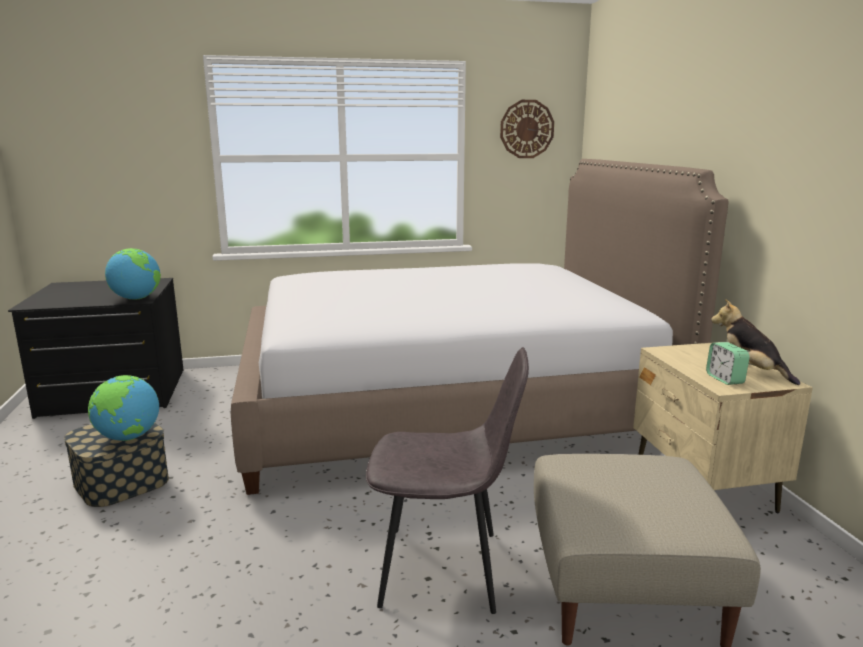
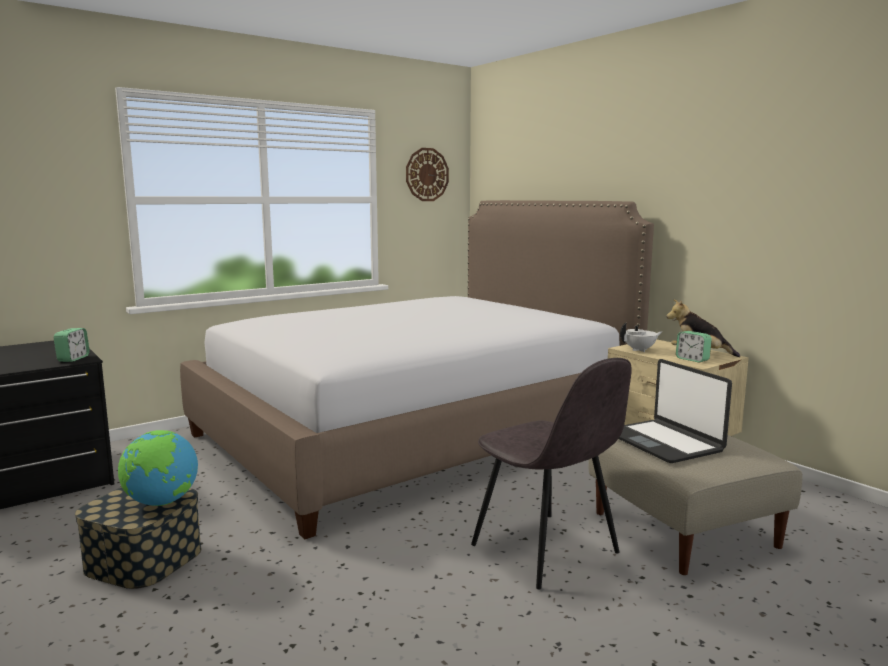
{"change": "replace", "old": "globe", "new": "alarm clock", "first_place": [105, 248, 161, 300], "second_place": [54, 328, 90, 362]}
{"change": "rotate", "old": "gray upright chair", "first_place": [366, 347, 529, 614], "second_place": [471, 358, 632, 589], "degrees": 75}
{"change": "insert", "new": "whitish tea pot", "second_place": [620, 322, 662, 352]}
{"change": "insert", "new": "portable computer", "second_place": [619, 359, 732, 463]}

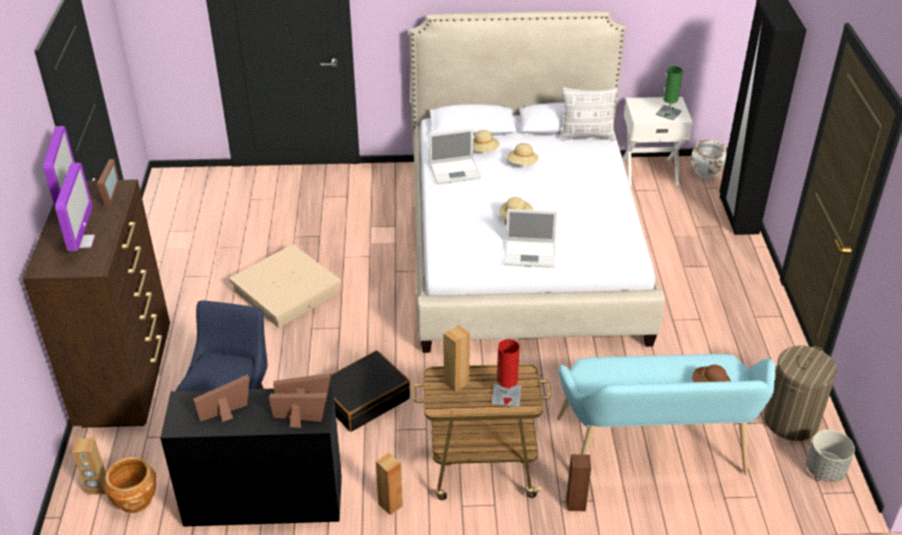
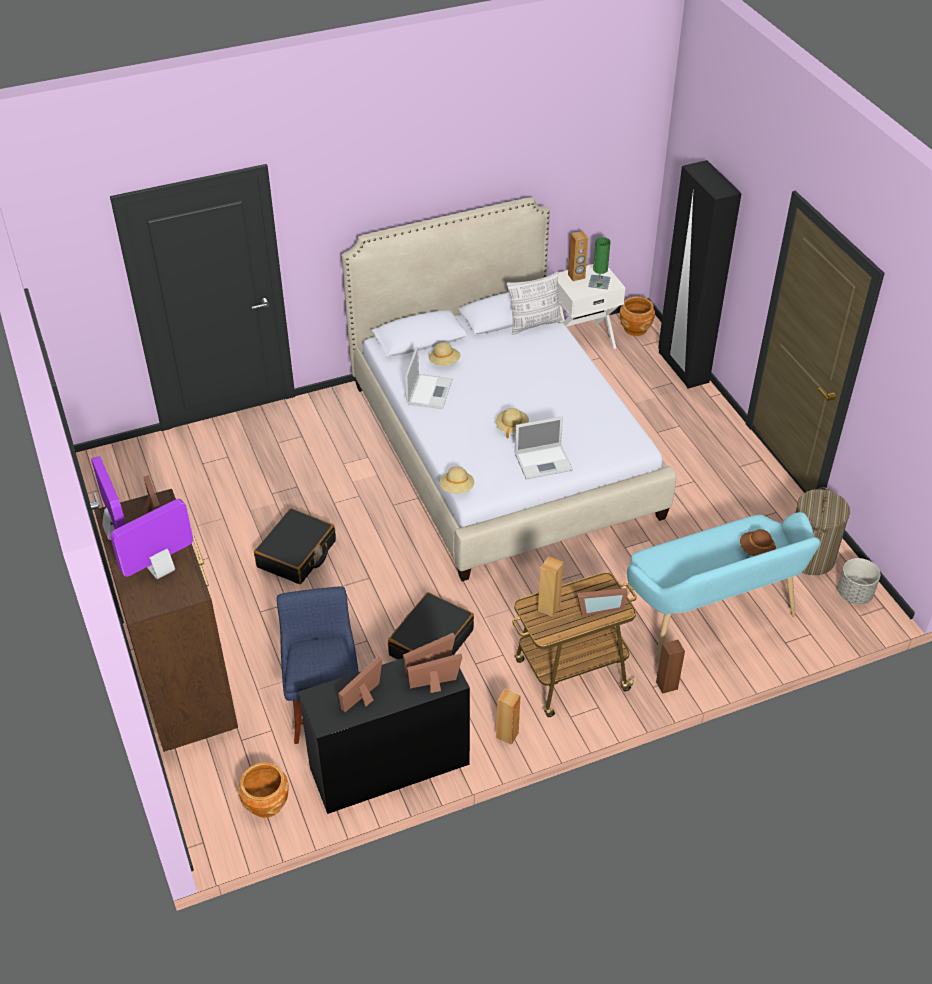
{"change": "rotate", "old": "portable computer", "first_place": [429, 129, 481, 184], "second_place": [405, 347, 453, 409], "degrees": -45}
{"change": "recolor", "old": "whitish plant pot", "new": "brownish plant pot", "first_place": [692, 140, 727, 179], "second_place": [620, 297, 655, 336]}
{"change": "move", "old": "beige wearable hat", "first_place": [507, 143, 538, 165], "second_place": [440, 466, 474, 493]}
{"change": "rotate", "old": "computer screen", "first_place": [55, 163, 95, 251], "second_place": [110, 499, 193, 579], "degrees": -105}
{"change": "replace", "old": "beige storage box", "new": "black piece of luggage", "first_place": [229, 244, 341, 328], "second_place": [254, 508, 336, 584]}
{"change": "replace", "old": "reddish tabletop lamp", "new": "picture frame", "first_place": [492, 339, 521, 407], "second_place": [577, 588, 628, 617]}
{"change": "move", "old": "brownish audio speaker", "first_place": [72, 438, 106, 495], "second_place": [568, 231, 589, 281]}

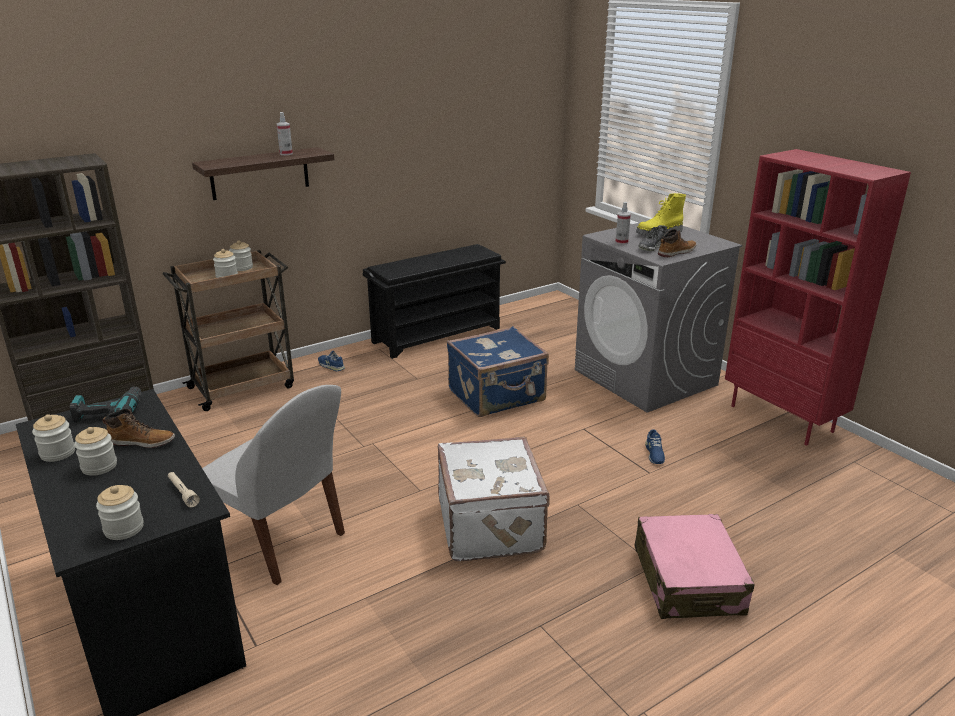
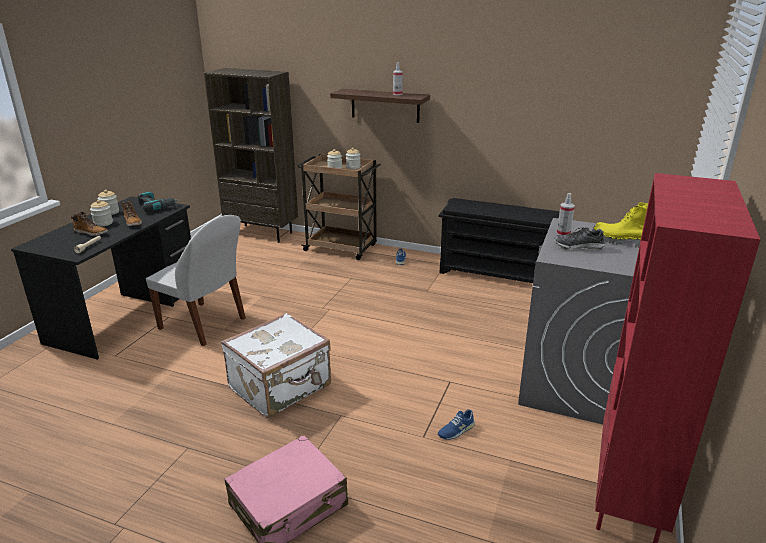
{"change": "move", "old": "high-top boot", "first_place": [658, 229, 696, 257], "second_place": [71, 212, 108, 236]}
{"change": "delete", "old": "blue piece of luggage", "first_place": [447, 326, 549, 417]}
{"change": "rotate", "old": "whitish upright chair", "first_place": [202, 385, 345, 585], "second_place": [146, 215, 246, 346], "degrees": -60}
{"change": "delete", "old": "jar", "first_place": [96, 485, 144, 540]}

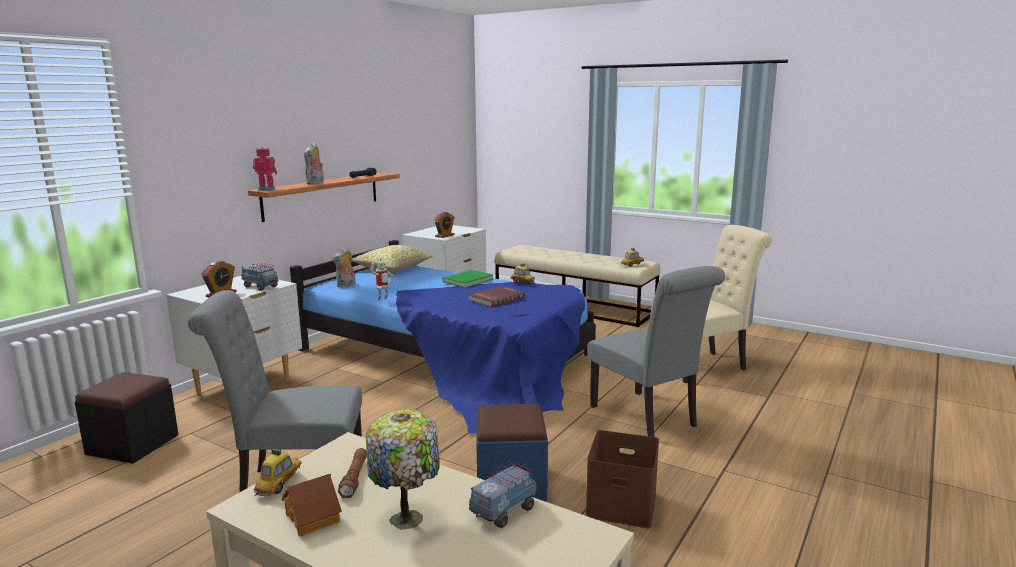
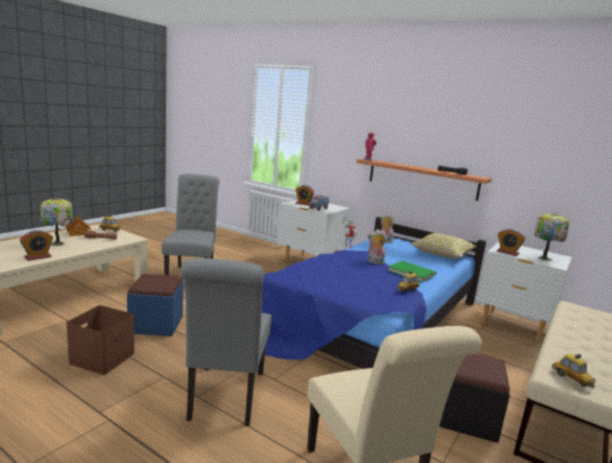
{"change": "move", "old": "cuddly toy", "first_place": [304, 143, 324, 184], "second_place": [367, 229, 387, 264]}
{"change": "rotate", "old": "gray upright chair", "first_place": [587, 266, 725, 437], "second_place": [180, 258, 271, 426], "degrees": -60}
{"change": "delete", "old": "reddish book", "first_place": [468, 286, 525, 307]}
{"change": "move", "old": "black pouffe", "first_place": [75, 372, 178, 464], "second_place": [439, 354, 510, 443]}
{"change": "replace", "old": "toy truck", "new": "alarm clock", "first_place": [469, 461, 538, 528], "second_place": [20, 230, 53, 261]}
{"change": "insert", "new": "tabletop lamp", "second_place": [535, 213, 569, 261]}

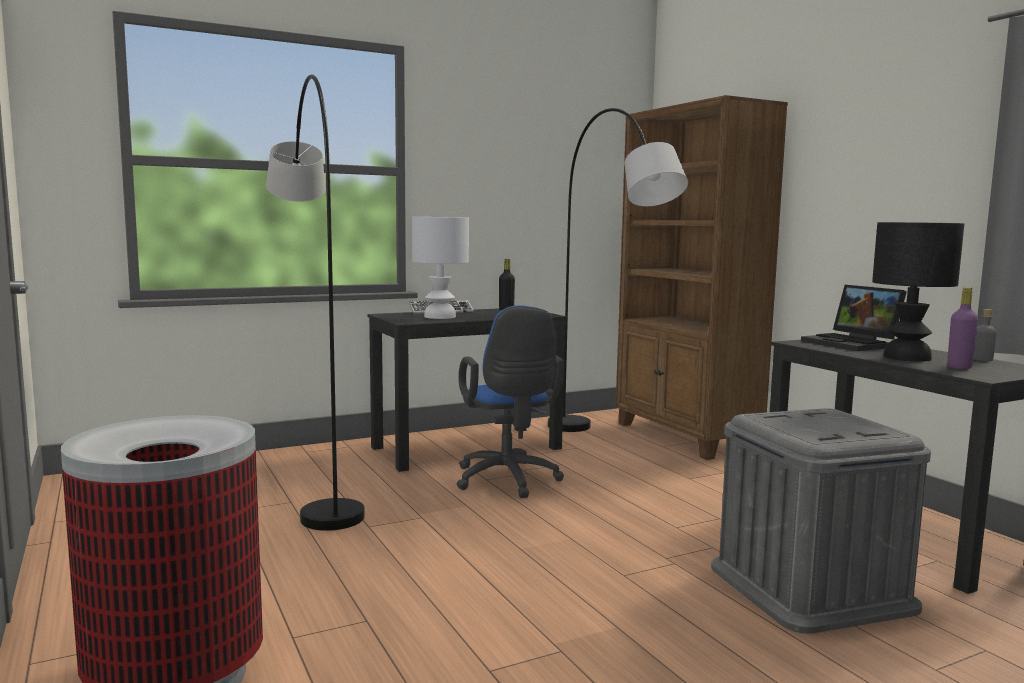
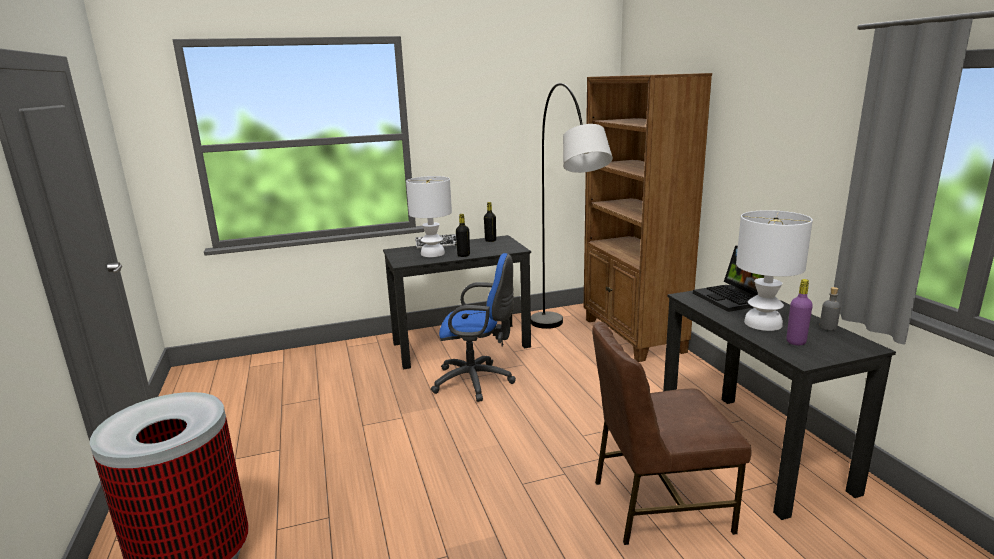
{"change": "delete", "old": "gray floor lamp", "first_place": [266, 74, 365, 531]}
{"change": "recolor", "old": "black tabletop lamp", "new": "whitish tabletop lamp", "first_place": [872, 222, 964, 361], "second_place": [736, 210, 813, 331]}
{"change": "rotate", "old": "blue desk chair", "first_place": [457, 305, 564, 498], "second_place": [431, 253, 516, 402], "degrees": -75}
{"change": "replace", "old": "gray storage box", "new": "brownish upright chair", "first_place": [711, 408, 931, 634], "second_place": [592, 321, 751, 545]}
{"change": "insert", "new": "black drink bottle", "second_place": [456, 214, 470, 257]}

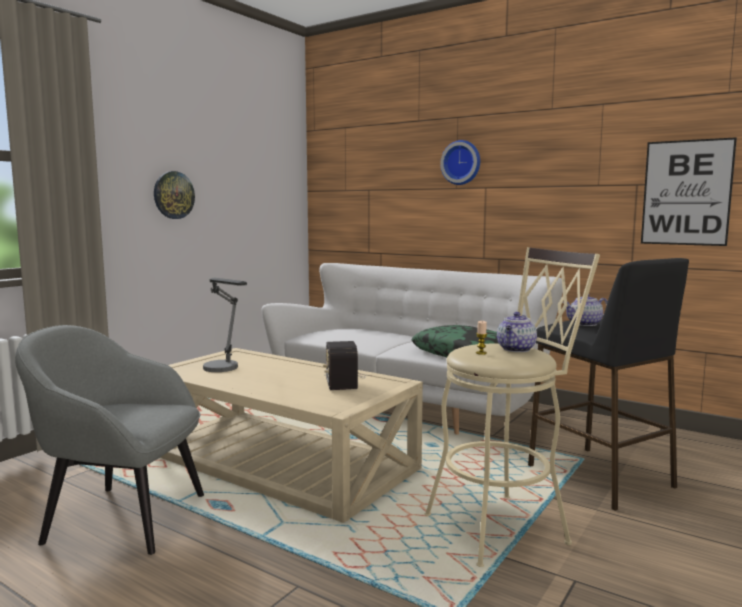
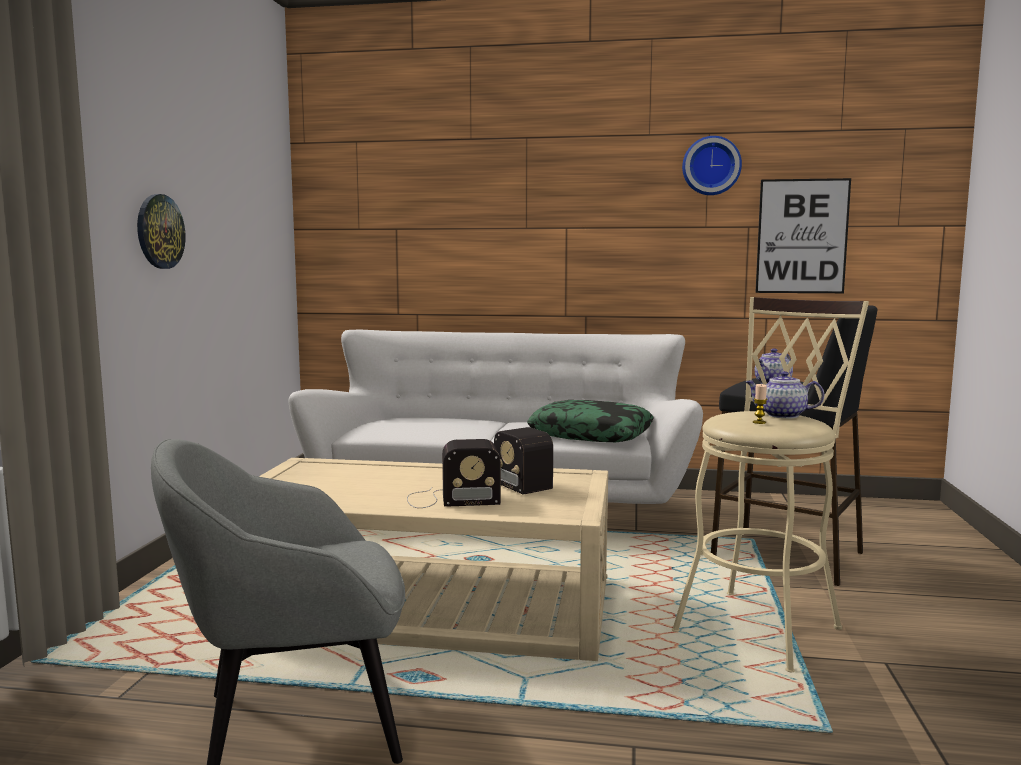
{"change": "move", "old": "clock on the wall", "first_place": [440, 140, 480, 185], "second_place": [682, 136, 742, 195]}
{"change": "delete", "old": "tabletop lamp", "first_place": [203, 278, 247, 372]}
{"change": "rotate", "old": "tea pot", "first_place": [497, 312, 537, 352], "second_place": [746, 371, 824, 418], "degrees": 105}
{"change": "insert", "new": "radio", "second_place": [407, 439, 501, 508]}

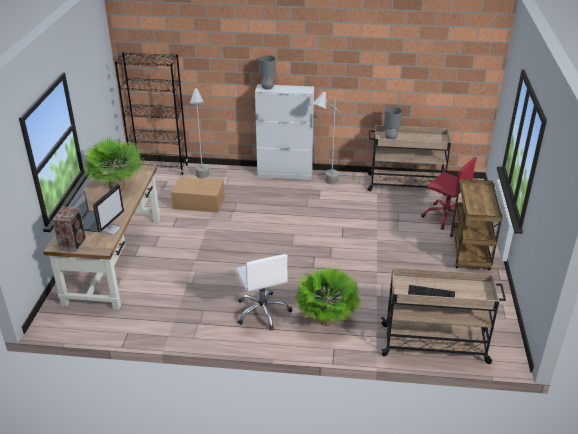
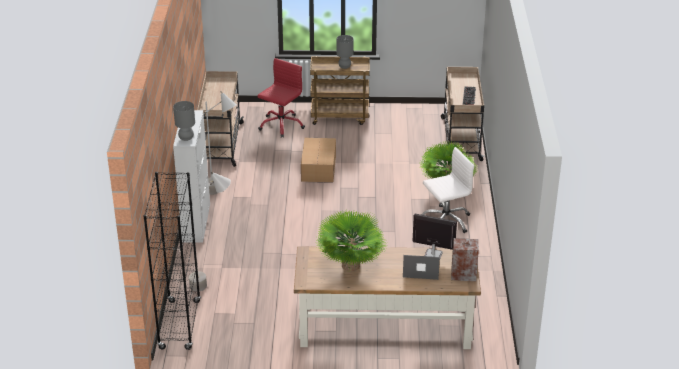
{"change": "move", "old": "gray tabletop lamp", "first_place": [384, 107, 402, 139], "second_place": [336, 35, 354, 69]}
{"change": "move", "old": "carton", "first_place": [171, 177, 225, 213], "second_place": [301, 138, 336, 183]}

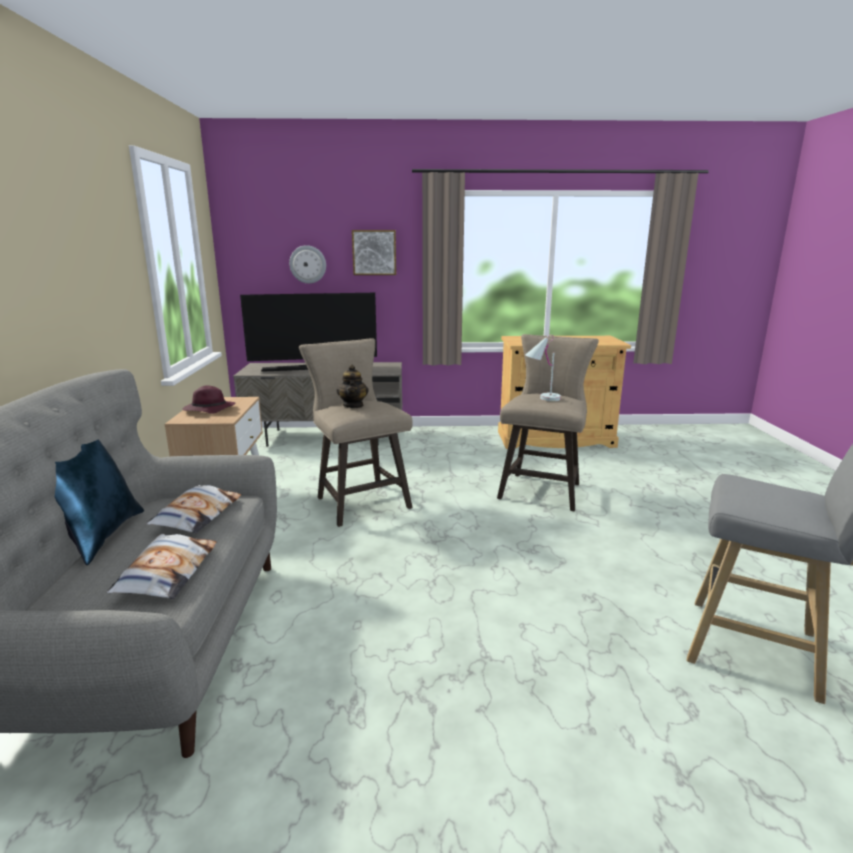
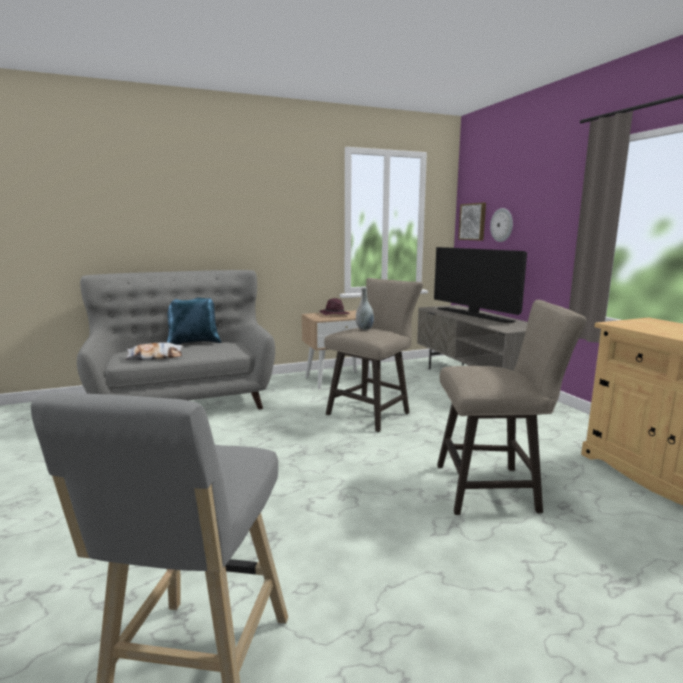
{"change": "move", "old": "picture", "first_place": [352, 230, 396, 275], "second_place": [458, 203, 486, 240]}
{"change": "delete", "old": "whitish tabletop lamp", "first_place": [525, 335, 561, 401]}
{"change": "replace", "old": "tea pot", "new": "gray vase", "first_place": [337, 364, 369, 408], "second_place": [356, 288, 374, 330]}
{"change": "delete", "old": "pillow", "first_place": [146, 485, 241, 533]}

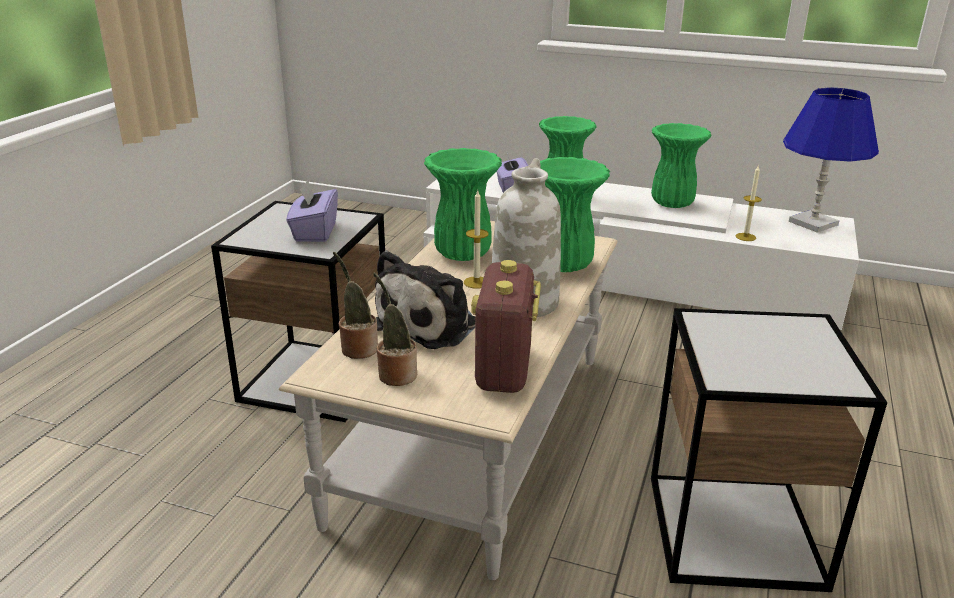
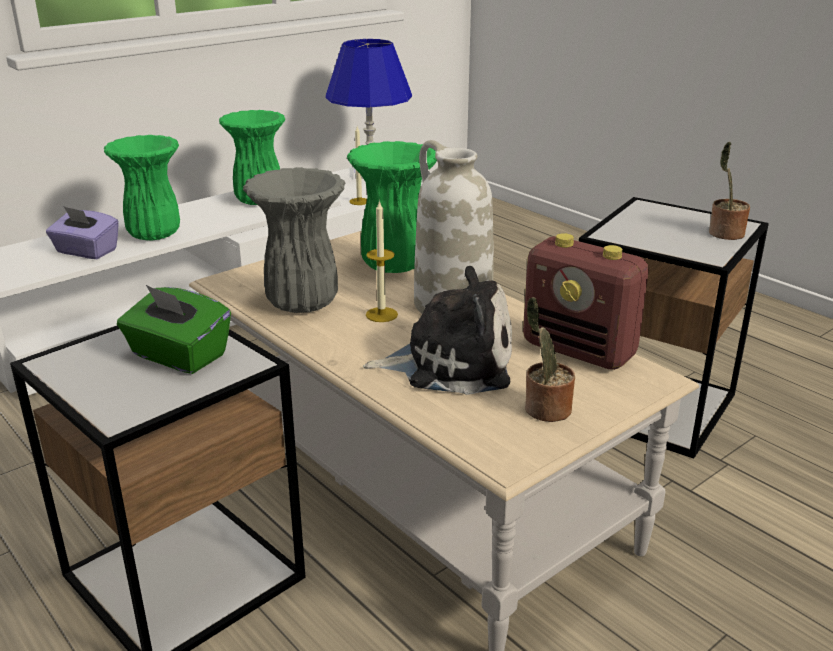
{"change": "recolor", "old": "green vase", "new": "gray vase", "first_place": [424, 148, 502, 261], "second_place": [243, 167, 345, 313]}
{"change": "recolor", "old": "purple-coloured tissue holder", "new": "green tissue holder", "first_place": [286, 180, 338, 242], "second_place": [117, 284, 231, 374]}
{"change": "rotate", "old": "cuddly toy", "first_place": [375, 250, 475, 349], "second_place": [363, 266, 512, 395], "degrees": -60}
{"change": "move", "old": "potted plant", "first_place": [333, 252, 378, 359], "second_place": [709, 142, 750, 240]}

